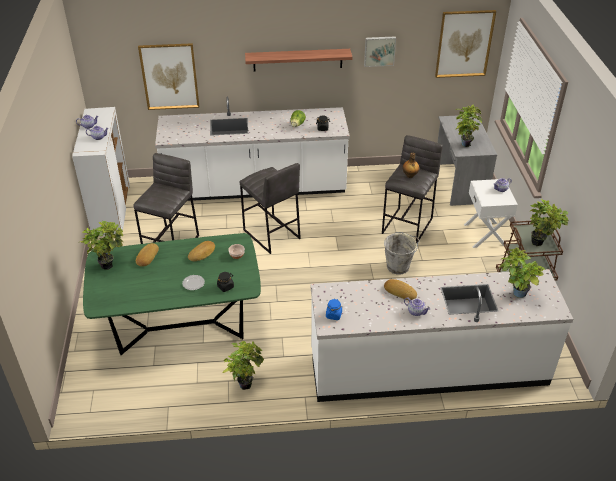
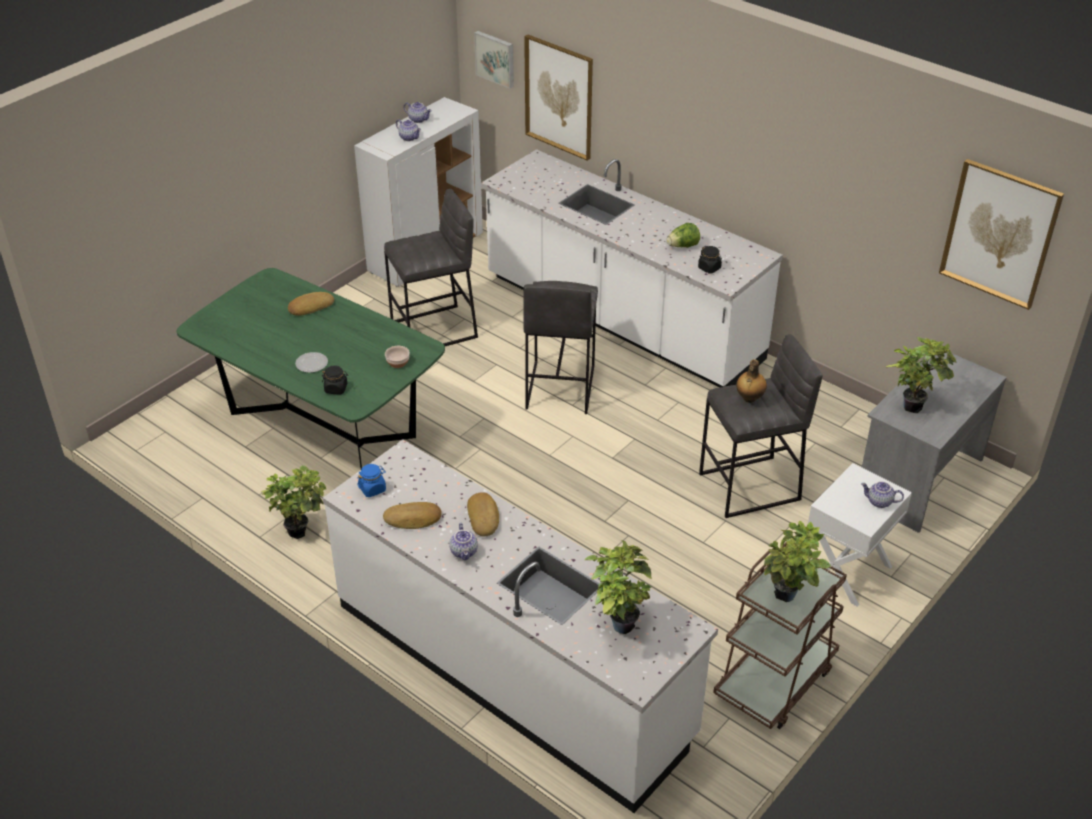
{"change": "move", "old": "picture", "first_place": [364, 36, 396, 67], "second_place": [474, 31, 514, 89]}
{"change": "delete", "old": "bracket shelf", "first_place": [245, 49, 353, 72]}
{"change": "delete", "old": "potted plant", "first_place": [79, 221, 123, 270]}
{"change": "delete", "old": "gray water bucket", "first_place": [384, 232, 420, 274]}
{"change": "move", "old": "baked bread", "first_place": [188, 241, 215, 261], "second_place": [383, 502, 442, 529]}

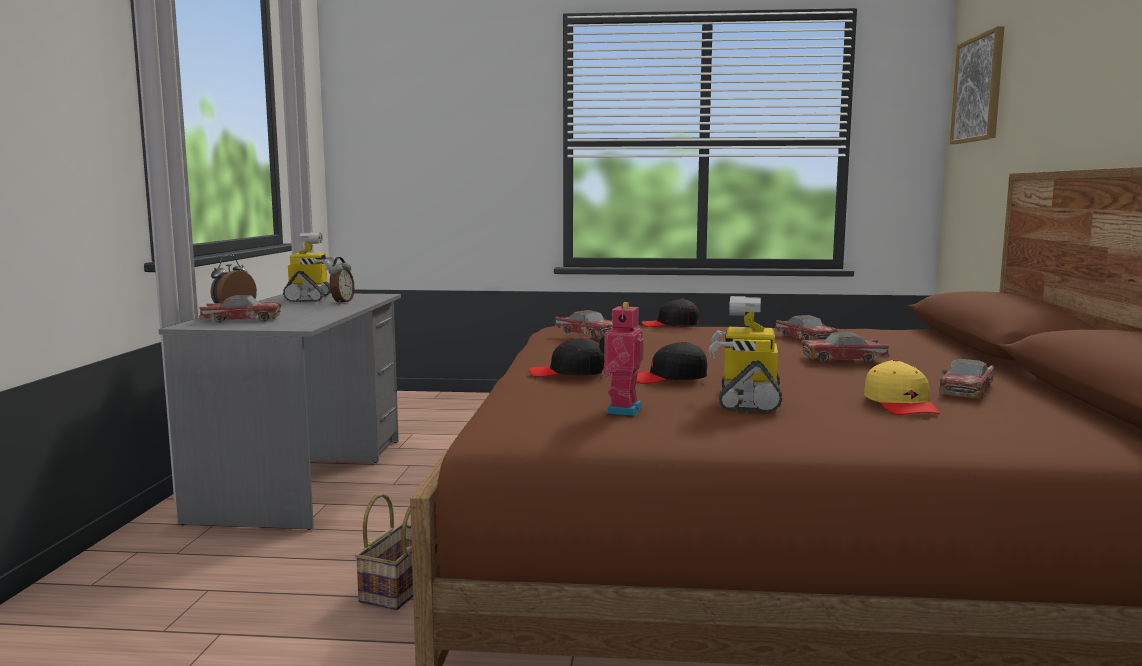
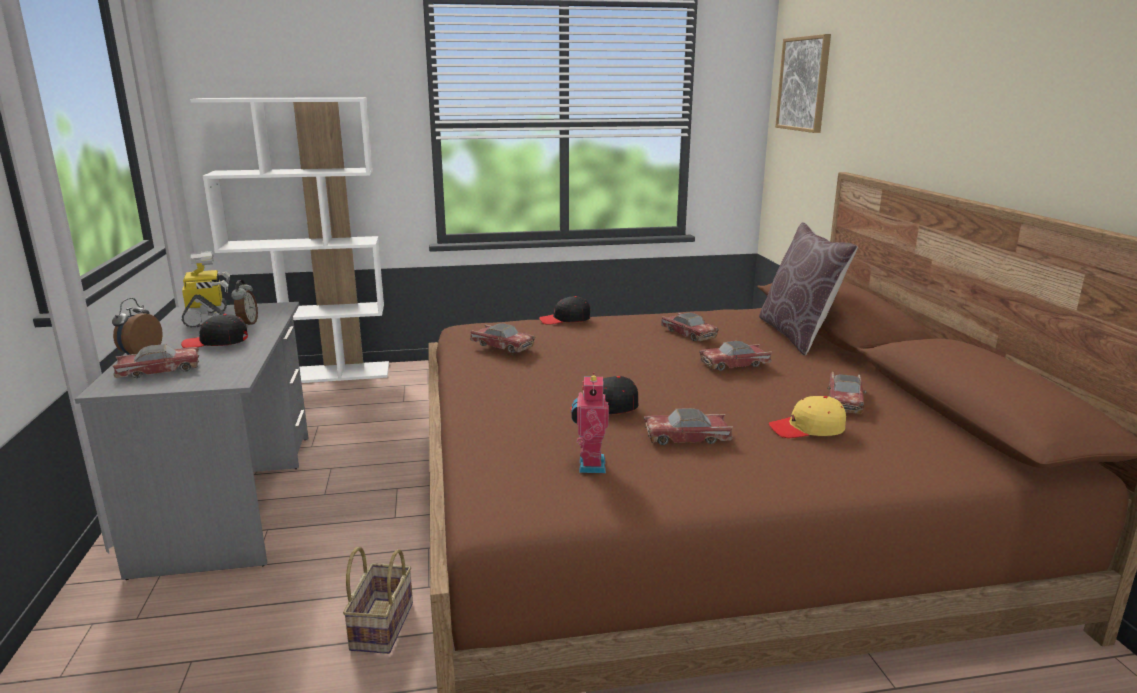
{"change": "replace", "old": "toy robot", "new": "toy car", "first_place": [709, 296, 782, 413], "second_place": [644, 408, 733, 445]}
{"change": "move", "old": "black cap", "first_place": [529, 337, 606, 377], "second_place": [181, 314, 248, 348]}
{"change": "rotate", "old": "yellow cap", "first_place": [864, 359, 940, 415], "second_place": [769, 396, 846, 438], "degrees": 105}
{"change": "insert", "new": "whitish shelving unit", "second_place": [190, 97, 389, 383]}
{"change": "insert", "new": "brownish pillow", "second_place": [759, 222, 858, 355]}

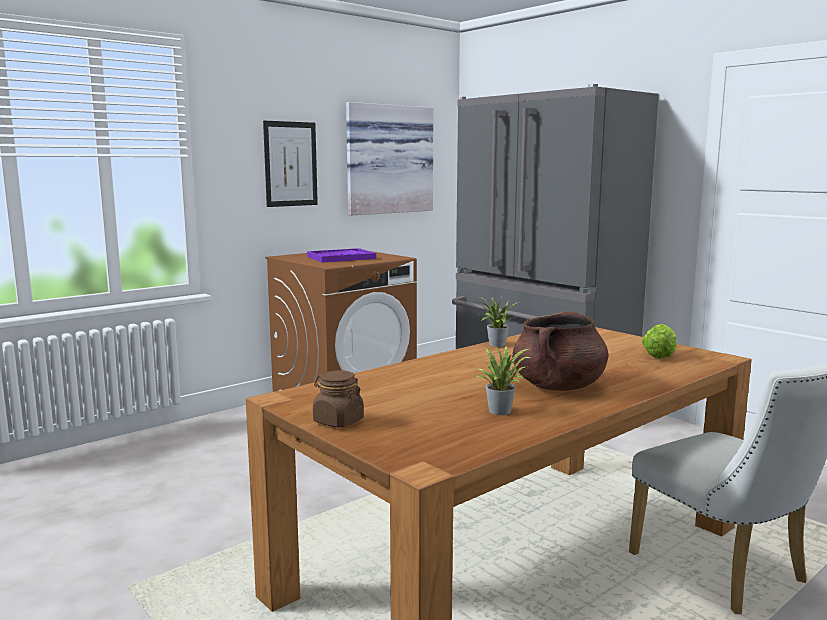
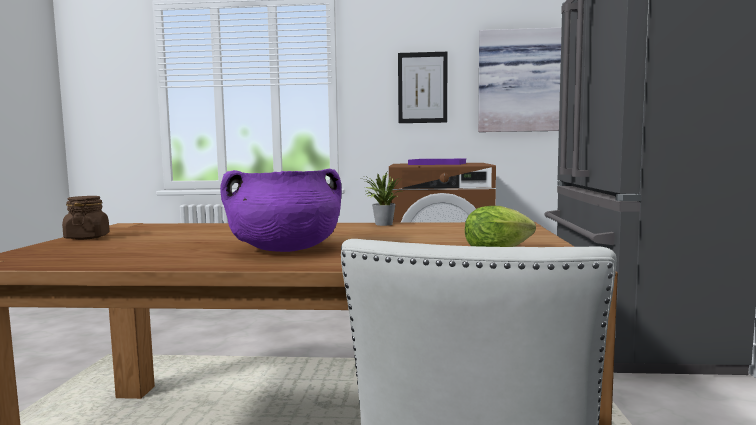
{"change": "recolor", "old": "brownish cooking pot", "new": "purple-coloured cooking pot", "first_place": [512, 311, 608, 391], "second_place": [220, 169, 341, 252]}
{"change": "delete", "old": "potted plant", "first_place": [473, 346, 530, 415]}

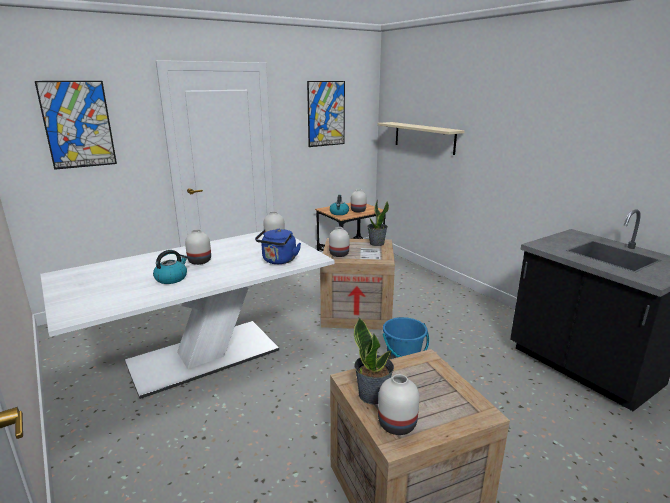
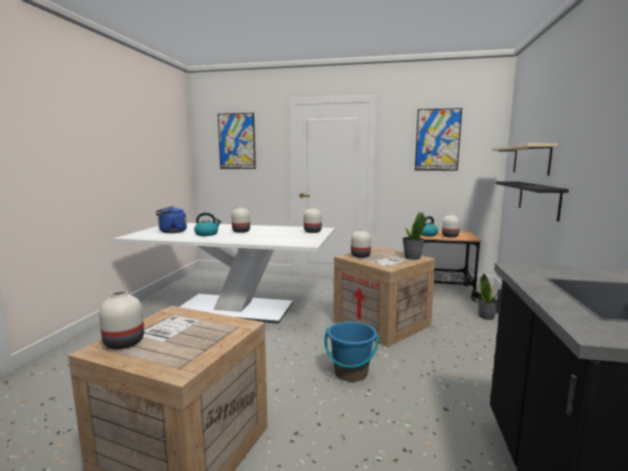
{"change": "move", "old": "blue water kettle", "first_place": [255, 229, 301, 264], "second_place": [156, 206, 187, 233]}
{"change": "move", "old": "potted plant", "first_place": [354, 318, 394, 404], "second_place": [478, 274, 498, 320]}
{"change": "insert", "new": "black bracket shelf", "second_place": [496, 181, 569, 222]}

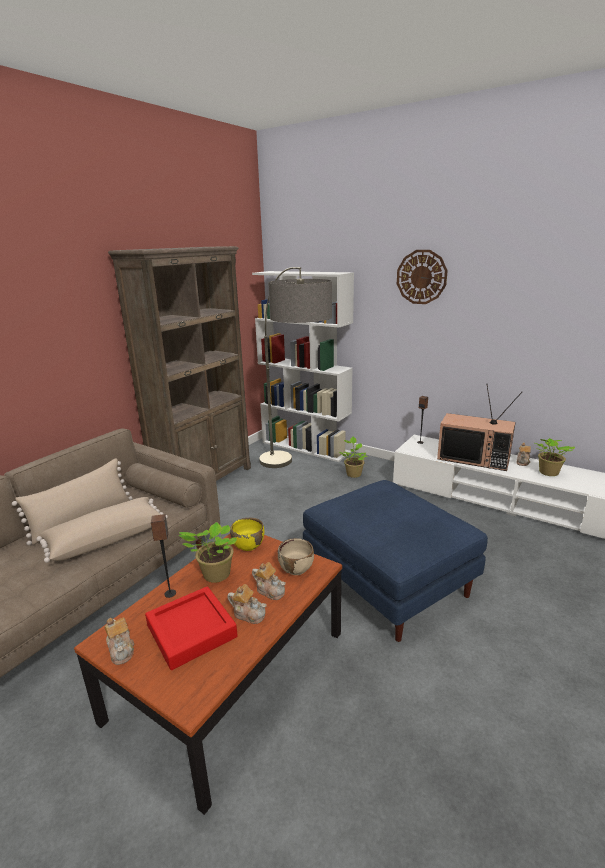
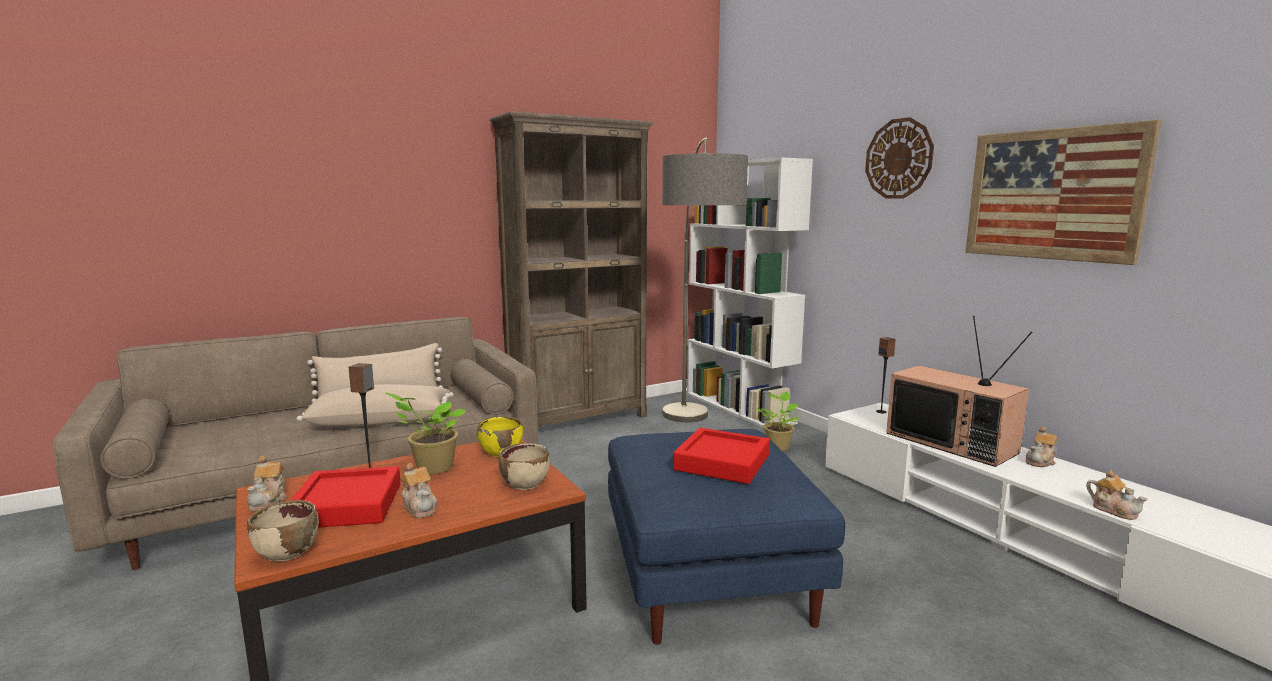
{"change": "delete", "old": "potted plant", "first_place": [535, 438, 575, 476]}
{"change": "move", "old": "tea pot", "first_place": [252, 562, 286, 600], "second_place": [1086, 470, 1147, 520]}
{"change": "insert", "new": "picture", "second_place": [965, 120, 1161, 265]}
{"change": "insert", "new": "reddish tray", "second_place": [673, 428, 770, 484]}
{"change": "insert", "new": "beige serving bowl", "second_place": [247, 500, 319, 561]}

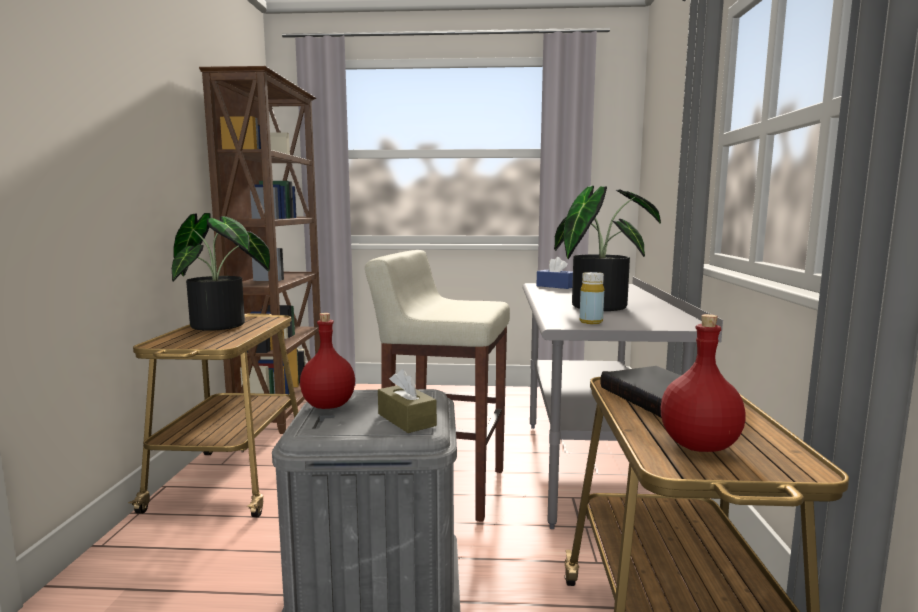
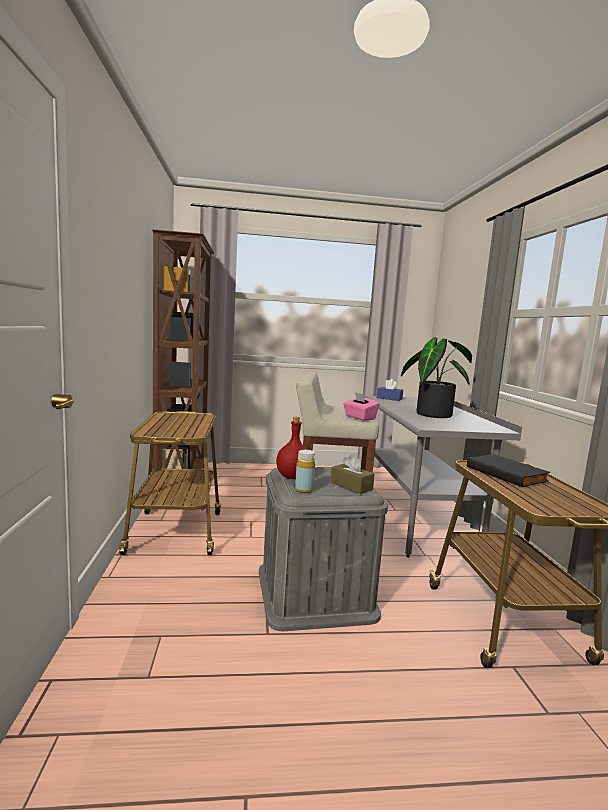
{"change": "delete", "old": "potted plant", "first_place": [172, 213, 270, 331]}
{"change": "move", "old": "yellow drink bottle", "first_place": [580, 272, 604, 324], "second_place": [295, 450, 315, 493]}
{"change": "delete", "old": "reddish drink bottle", "first_place": [660, 314, 746, 452]}
{"change": "insert", "new": "pinkish tissue holder", "second_place": [343, 392, 379, 421]}

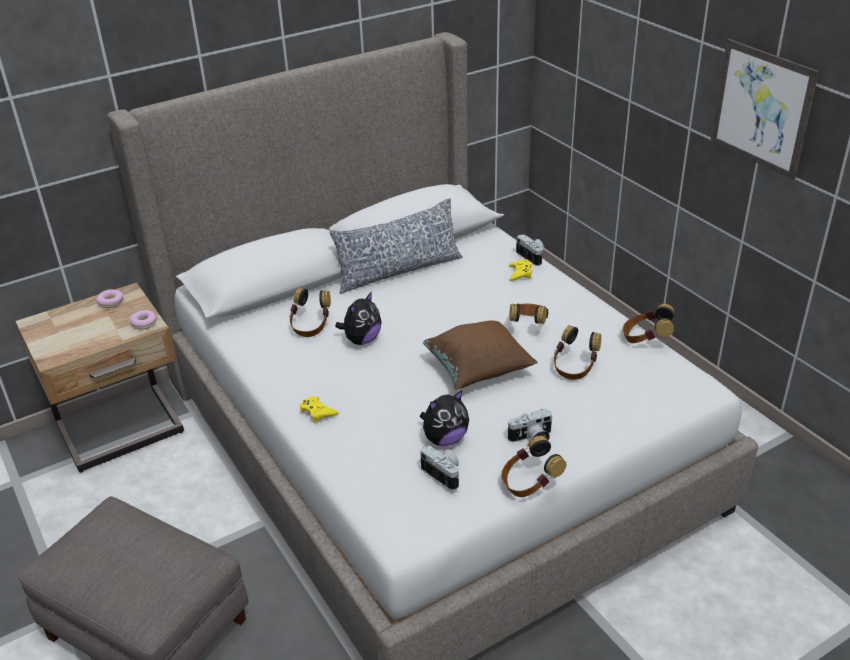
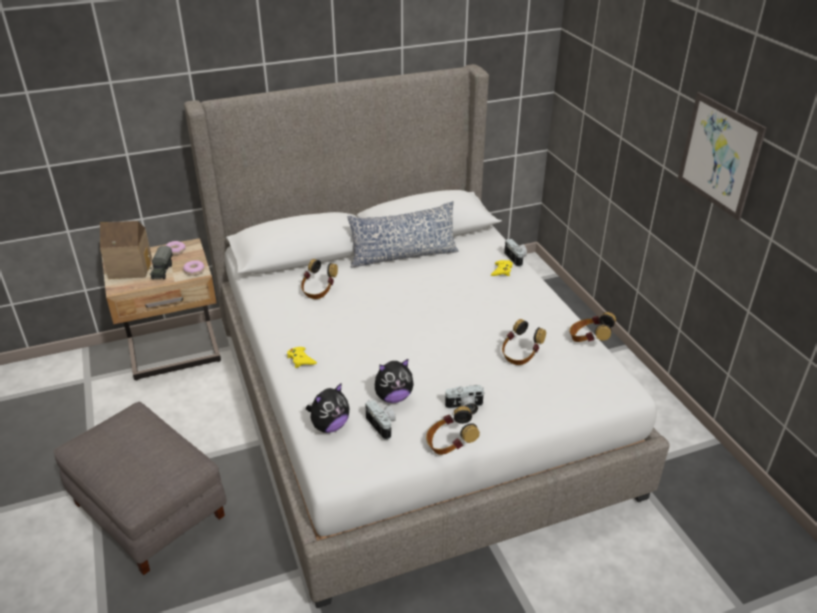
{"change": "move", "old": "cuddly toy", "first_place": [335, 291, 382, 345], "second_place": [306, 383, 349, 433]}
{"change": "delete", "old": "headset", "first_place": [509, 303, 549, 324]}
{"change": "delete", "old": "brownish pillow", "first_place": [423, 320, 538, 390]}
{"change": "insert", "new": "toy house", "second_place": [100, 221, 152, 279]}
{"change": "insert", "new": "toy truck", "second_place": [150, 246, 173, 279]}

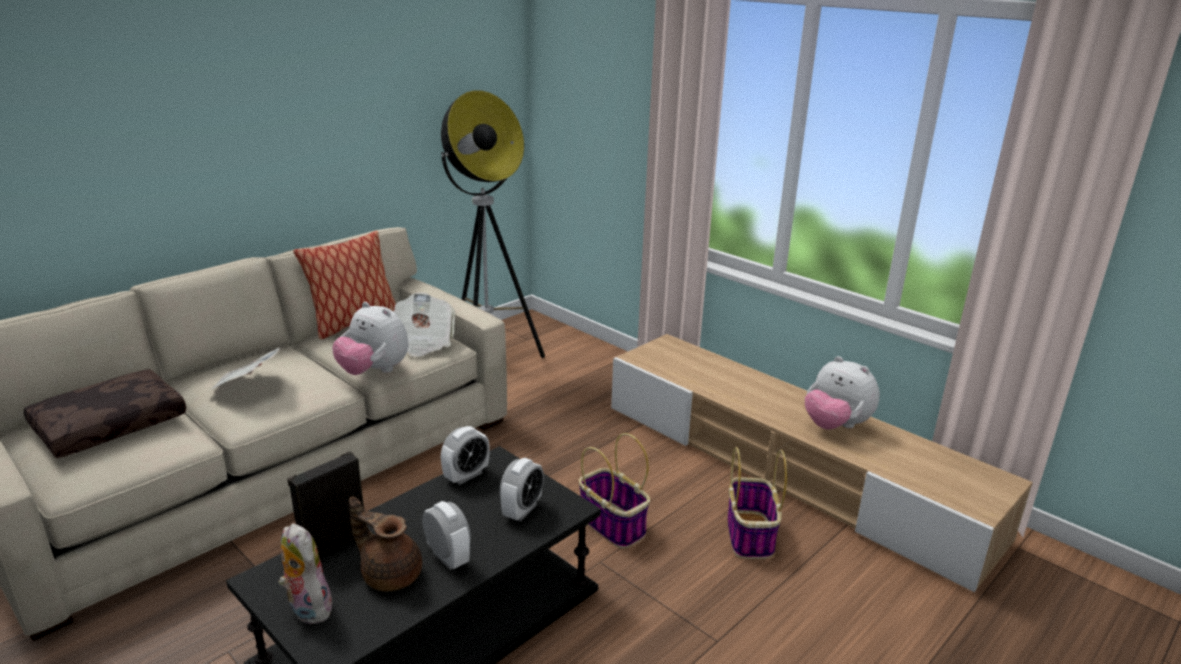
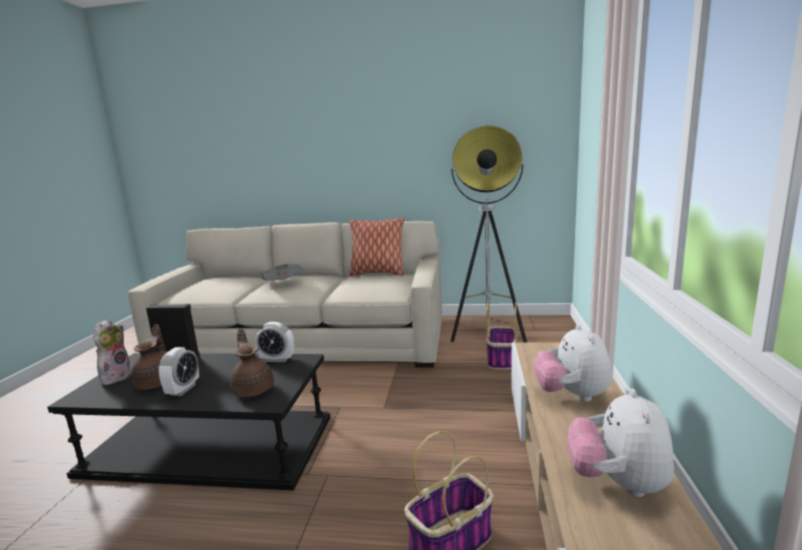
{"change": "delete", "old": "daily paper", "first_place": [394, 292, 455, 357]}
{"change": "move", "old": "cuddly toy", "first_place": [332, 302, 409, 375], "second_place": [534, 324, 612, 401]}
{"change": "delete", "old": "brownish pillow", "first_place": [24, 369, 186, 458]}
{"change": "move", "old": "basket", "first_place": [579, 433, 650, 549], "second_place": [486, 301, 517, 370]}
{"change": "replace", "old": "alarm clock", "new": "brownish tea pot", "first_place": [500, 458, 544, 521], "second_place": [230, 329, 274, 397]}

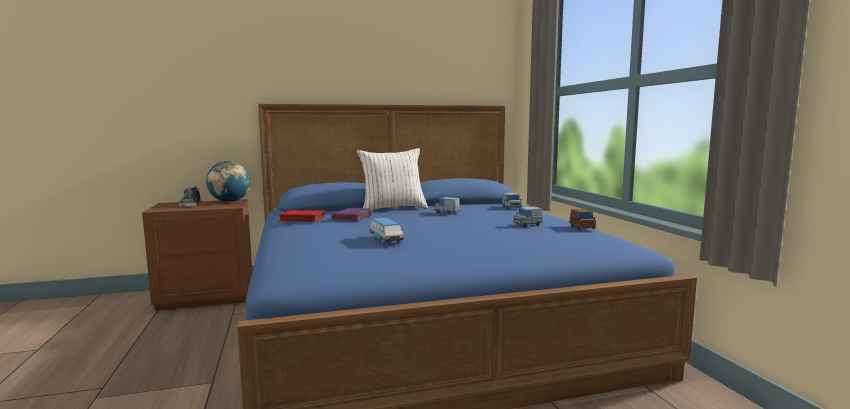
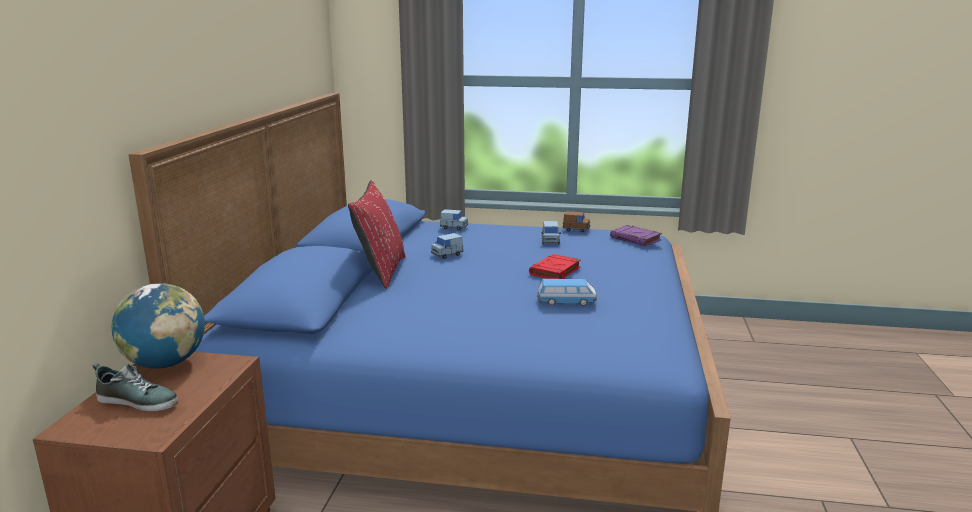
{"change": "recolor", "old": "whitish pillow", "new": "reddish pillow", "first_place": [357, 148, 428, 210], "second_place": [348, 180, 406, 289]}
{"change": "move", "old": "purple-coloured book", "first_place": [331, 208, 373, 222], "second_place": [610, 225, 662, 246]}
{"change": "move", "old": "reddish book", "first_place": [278, 210, 325, 222], "second_place": [529, 254, 581, 279]}

